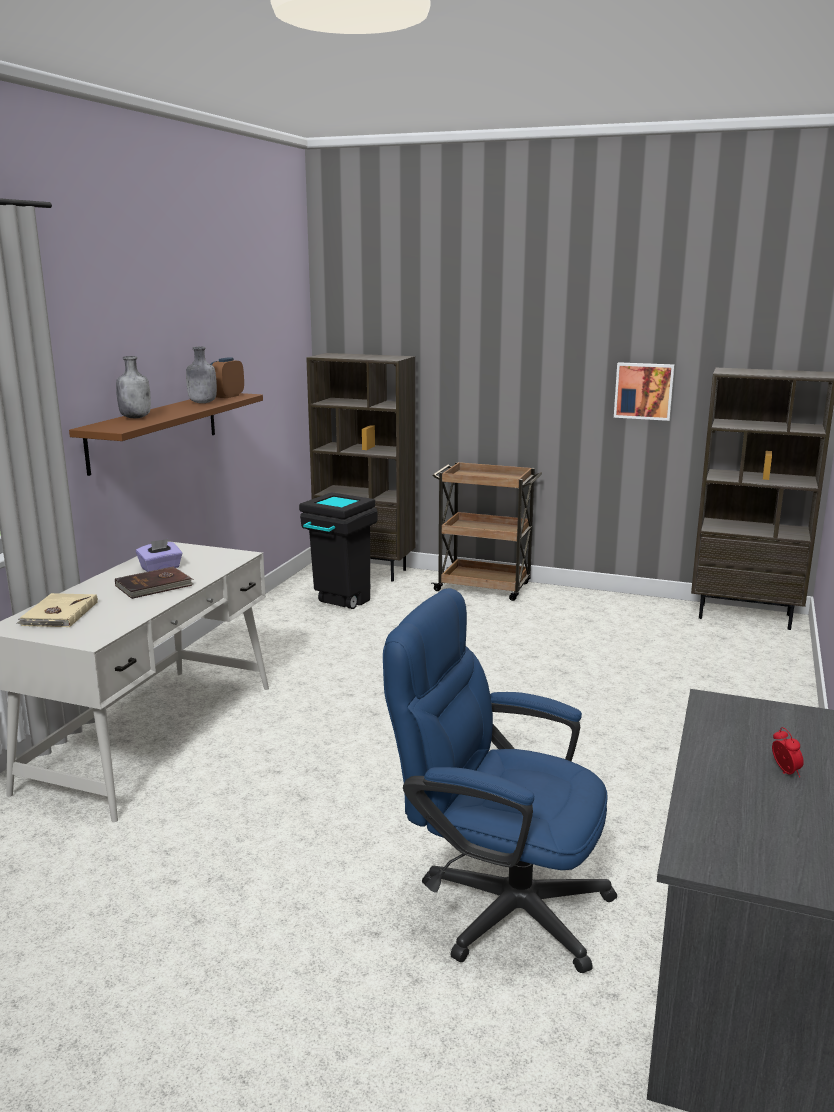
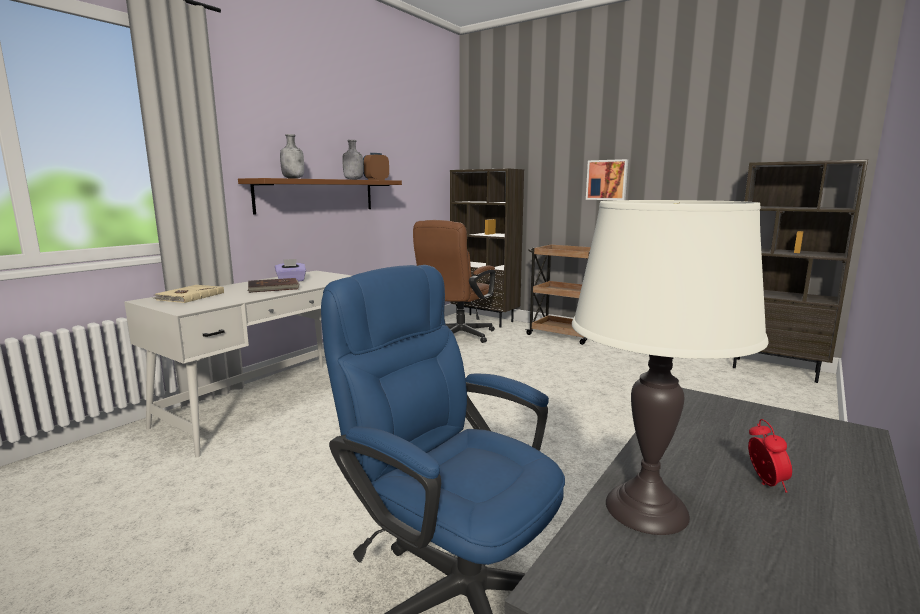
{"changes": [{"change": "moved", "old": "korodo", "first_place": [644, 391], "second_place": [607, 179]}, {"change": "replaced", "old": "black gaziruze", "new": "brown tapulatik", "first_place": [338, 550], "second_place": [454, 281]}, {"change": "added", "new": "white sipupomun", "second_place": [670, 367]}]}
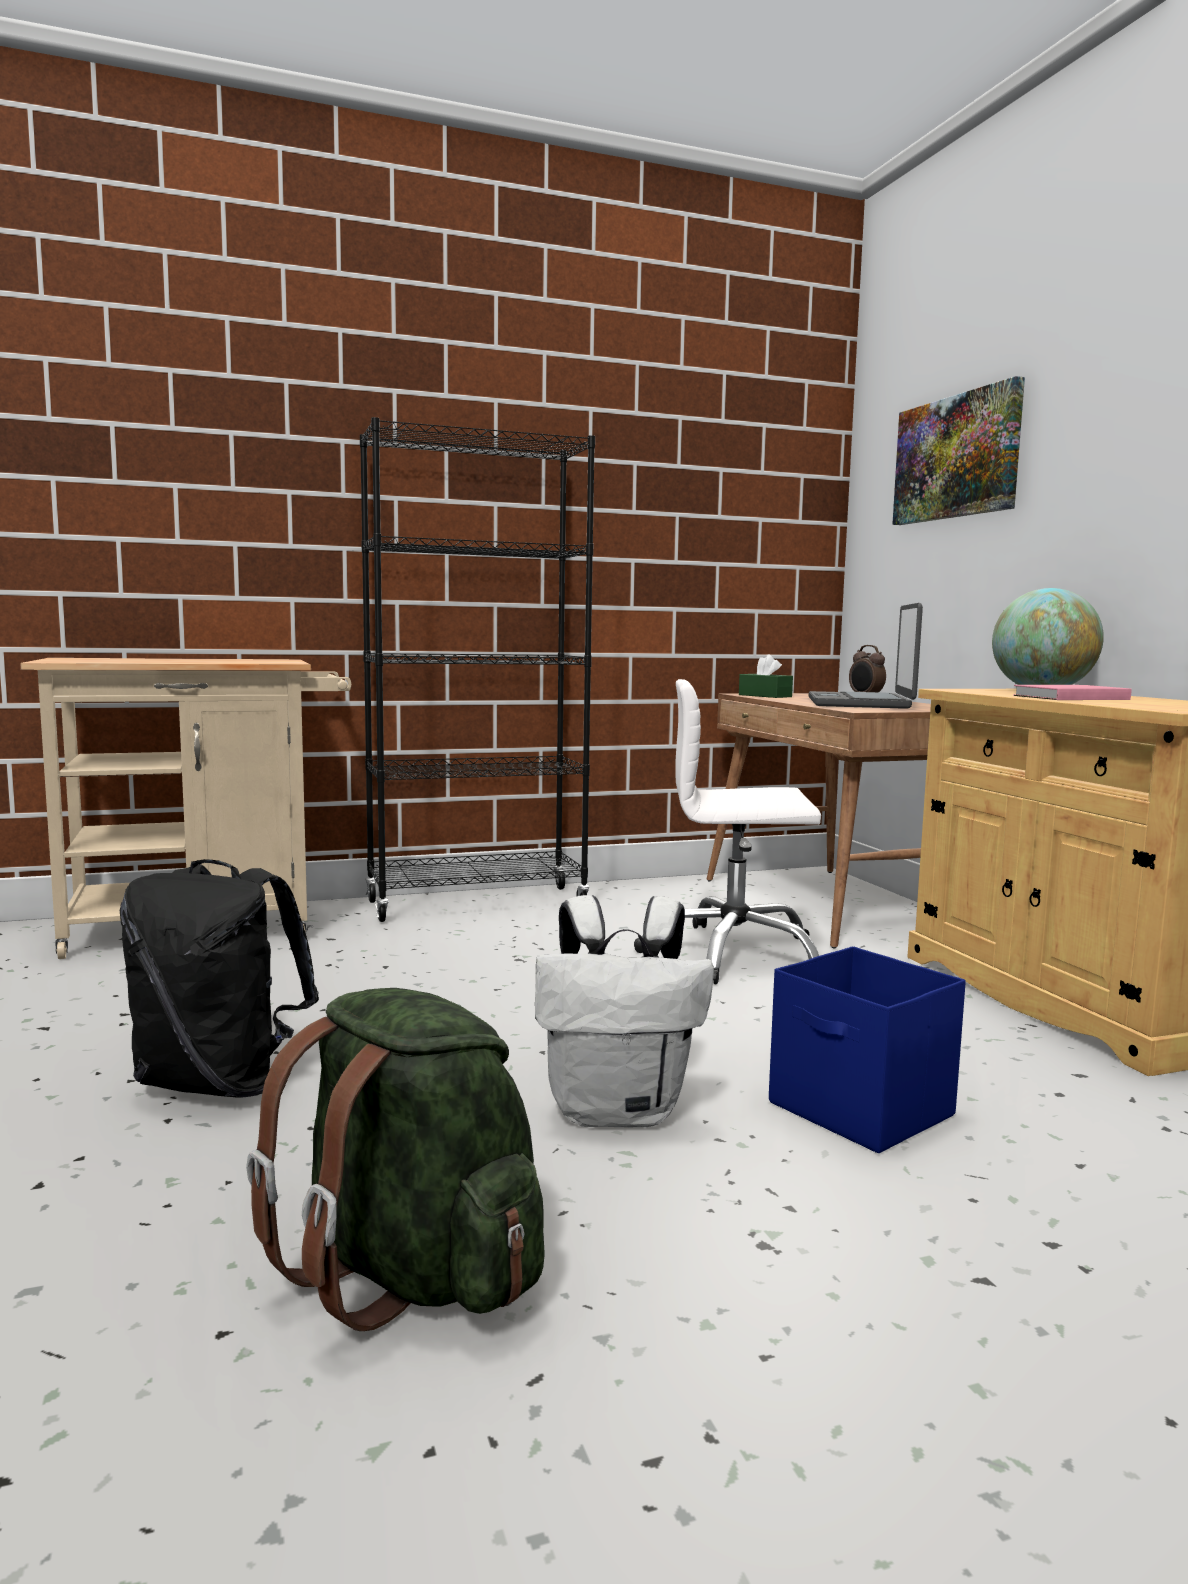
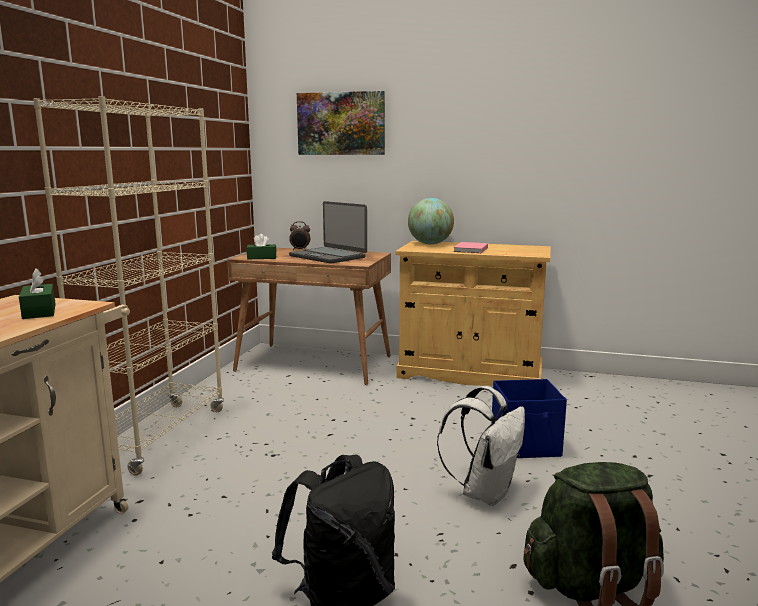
{"changes": [{"change": "recoloured", "old": "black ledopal", "new": "beige ledopal", "first_place": [477, 669], "second_place": [128, 285]}, {"change": "removed", "old": "white tapulatik", "first_place": [727, 831]}, {"change": "added", "new": "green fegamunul", "second_place": [37, 293]}]}
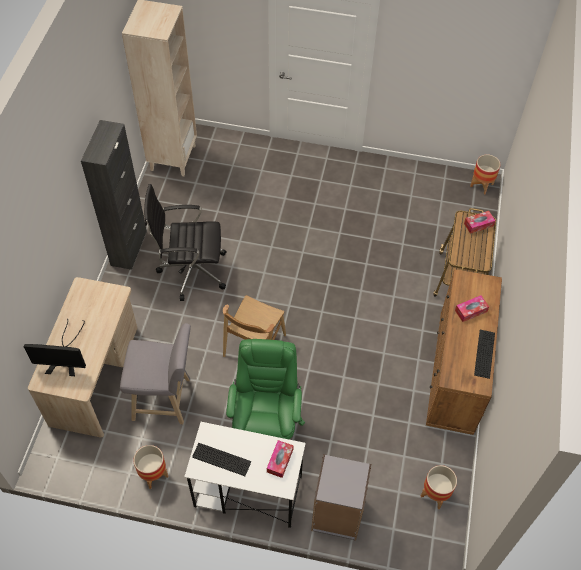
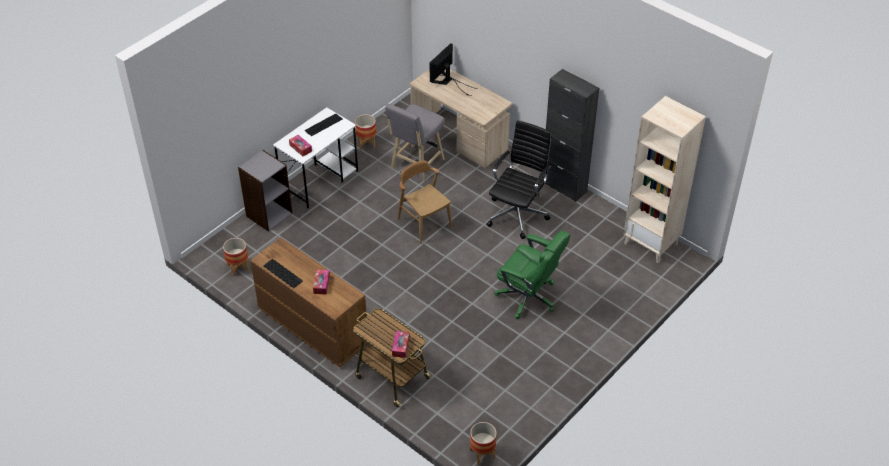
{"changes": [{"change": "moved", "old": "green tapulatik", "first_place": [265, 389], "second_place": [532, 275]}]}
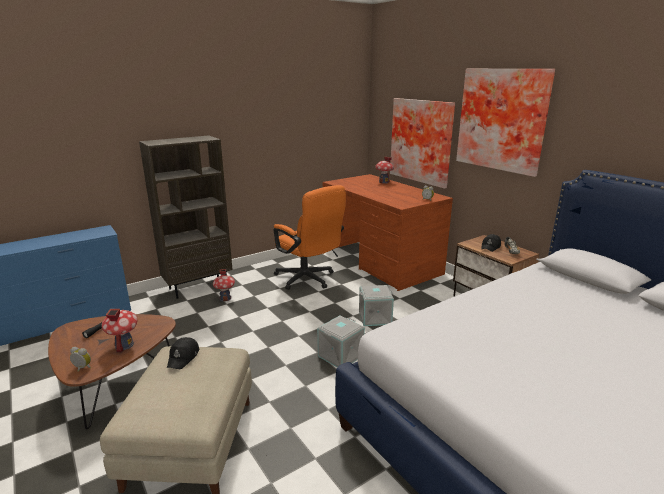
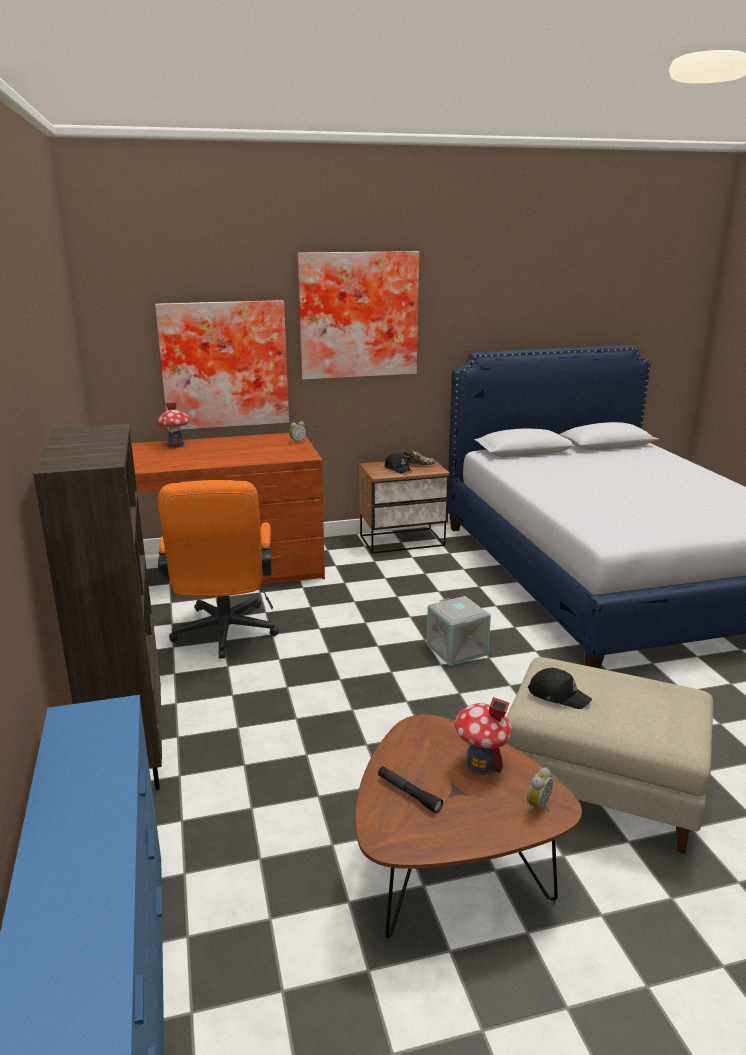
{"changes": [{"change": "turned", "old": "orange tapulatik", "first_place": [310, 237], "second_place": [218, 569], "degrees": 105}, {"change": "removed", "old": "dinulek", "first_place": [224, 285]}, {"change": "removed", "old": "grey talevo", "first_place": [376, 305]}]}
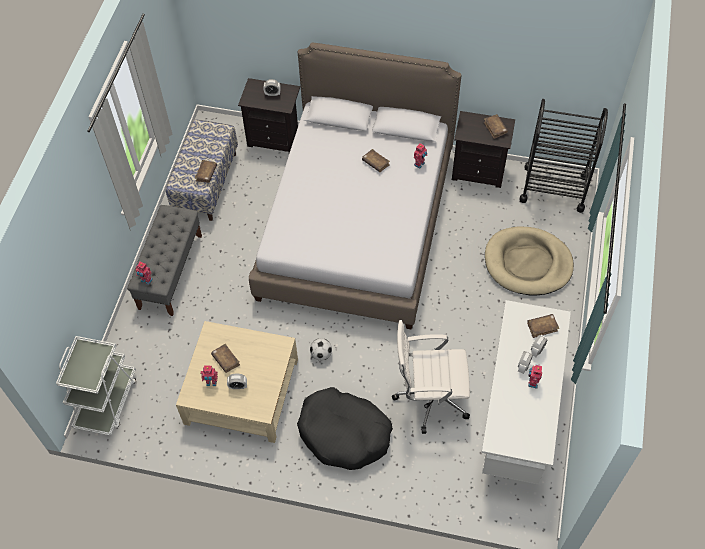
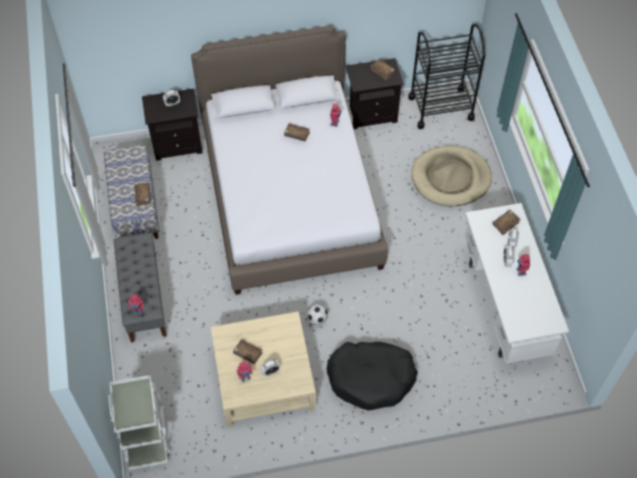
{"changes": [{"change": "removed", "old": "white tapulatik", "first_place": [431, 377]}]}
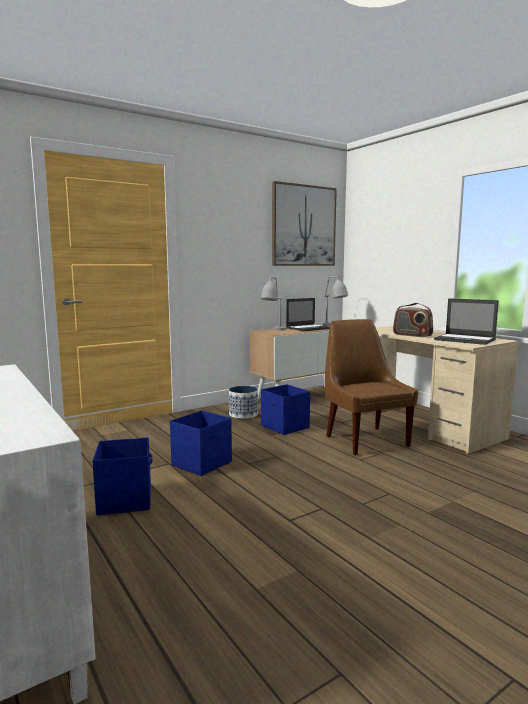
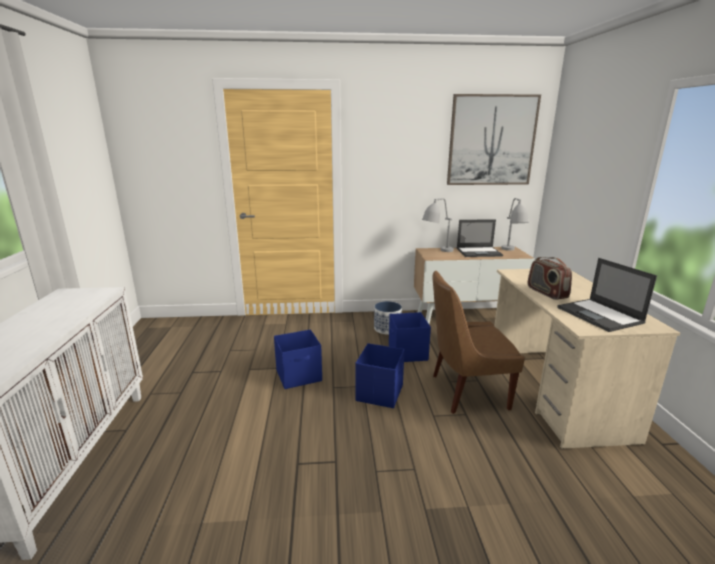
{"changes": [{"change": "turned", "old": "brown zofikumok", "first_place": [371, 387], "second_place": [479, 342], "degrees": -105}, {"change": "moved", "old": "blue talevo", "first_place": [122, 476], "second_place": [380, 375]}]}
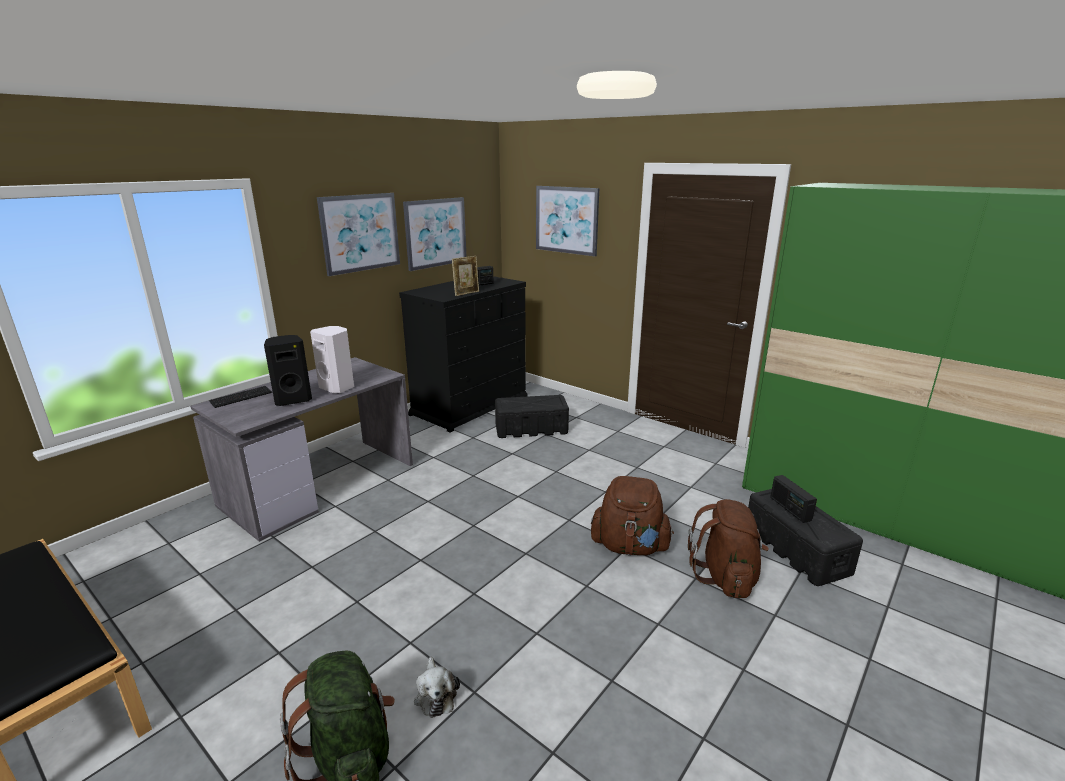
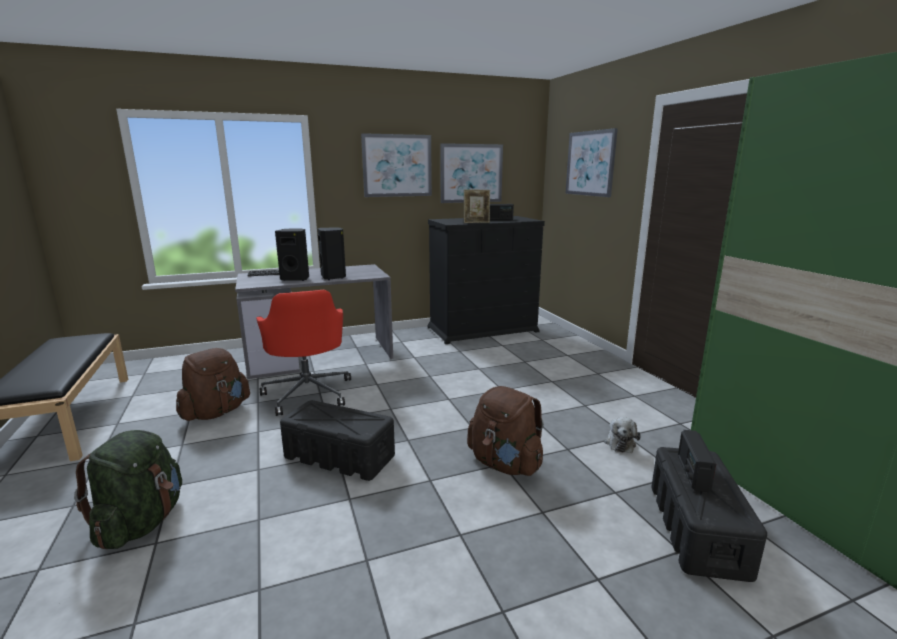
{"changes": [{"change": "recoloured", "old": "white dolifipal", "new": "black dolifipal", "first_place": [332, 360], "second_place": [331, 253]}, {"change": "moved", "old": "black talevo", "first_place": [532, 416], "second_place": [337, 440]}, {"change": "moved", "old": "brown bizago", "first_place": [728, 548], "second_place": [213, 384]}, {"change": "moved", "old": "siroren", "first_place": [437, 687], "second_place": [622, 435]}, {"change": "added", "new": "red tapulatik", "second_place": [303, 353]}]}
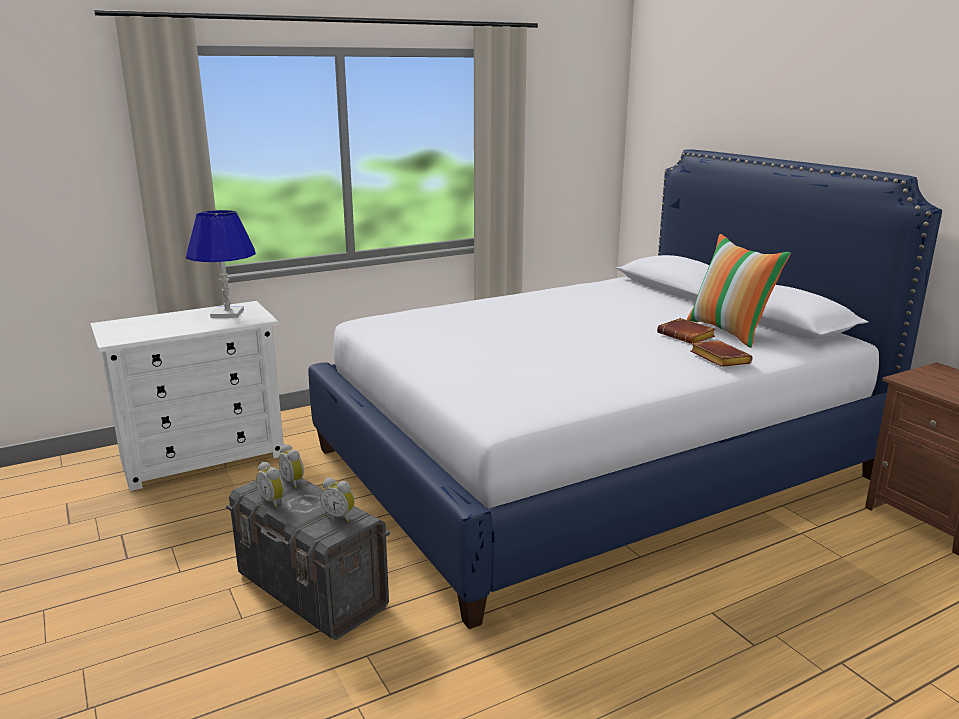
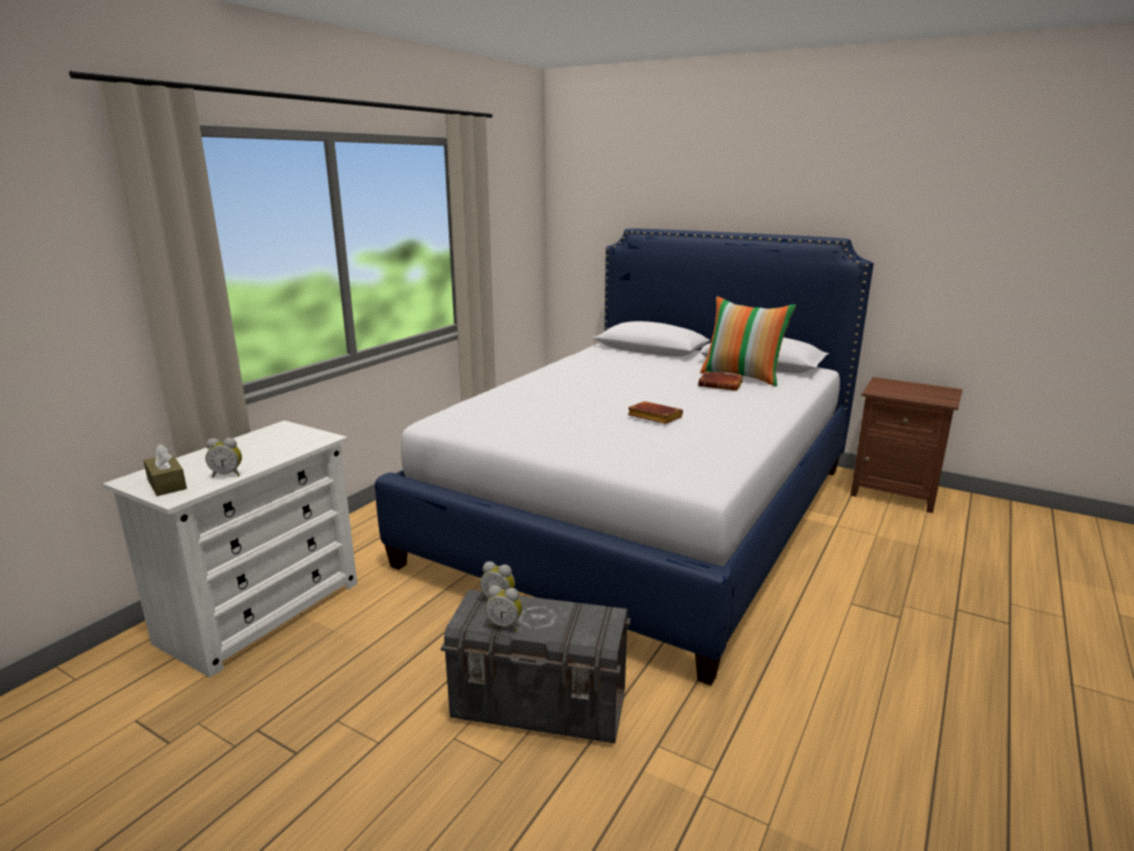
{"changes": [{"change": "removed", "old": "blue sipupomun", "first_place": [221, 264]}, {"change": "moved", "old": "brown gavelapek", "first_place": [721, 354], "second_place": [655, 412]}, {"change": "moved", "old": "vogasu", "first_place": [337, 500], "second_place": [223, 457]}, {"change": "added", "new": "brown fegamunul", "second_place": [165, 470]}]}
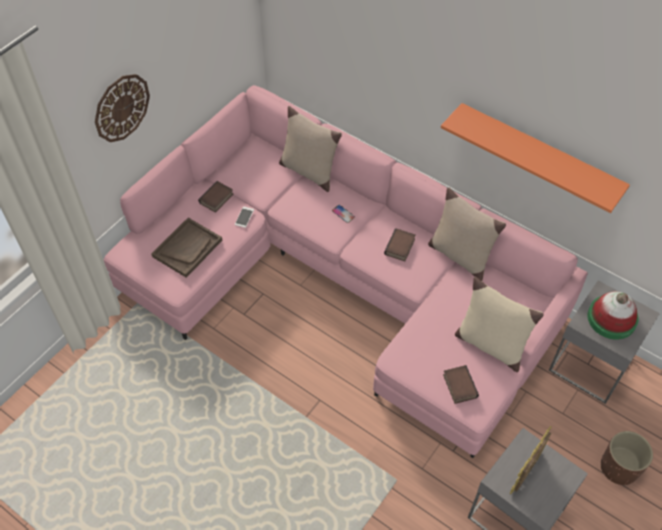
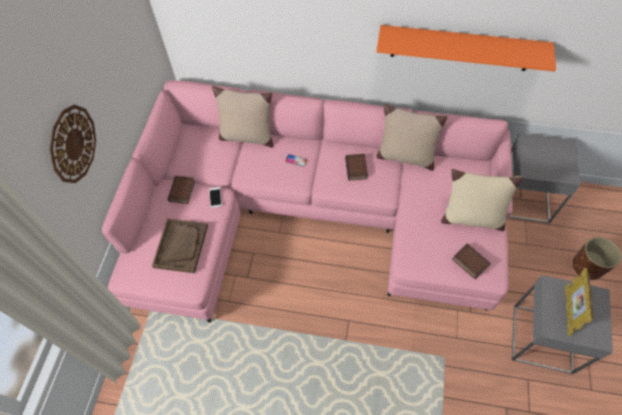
{"changes": [{"change": "removed", "old": "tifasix", "first_place": [613, 315]}]}
